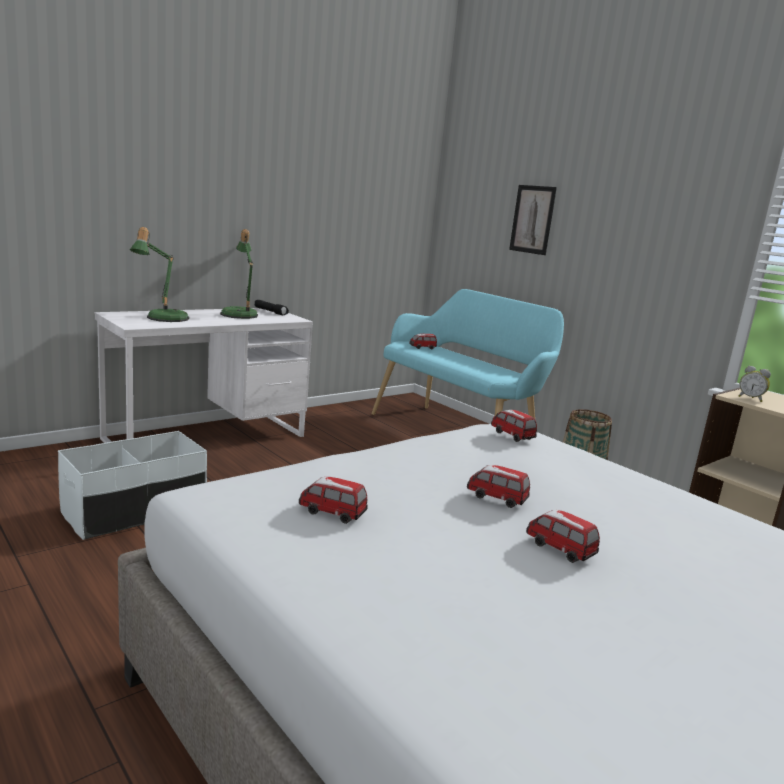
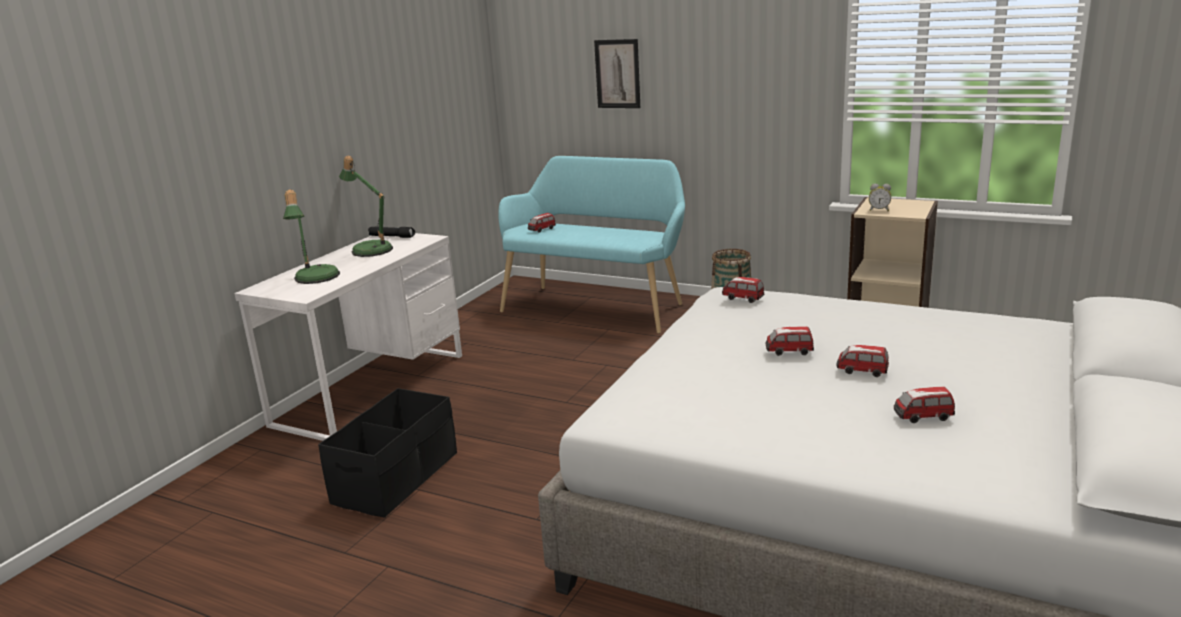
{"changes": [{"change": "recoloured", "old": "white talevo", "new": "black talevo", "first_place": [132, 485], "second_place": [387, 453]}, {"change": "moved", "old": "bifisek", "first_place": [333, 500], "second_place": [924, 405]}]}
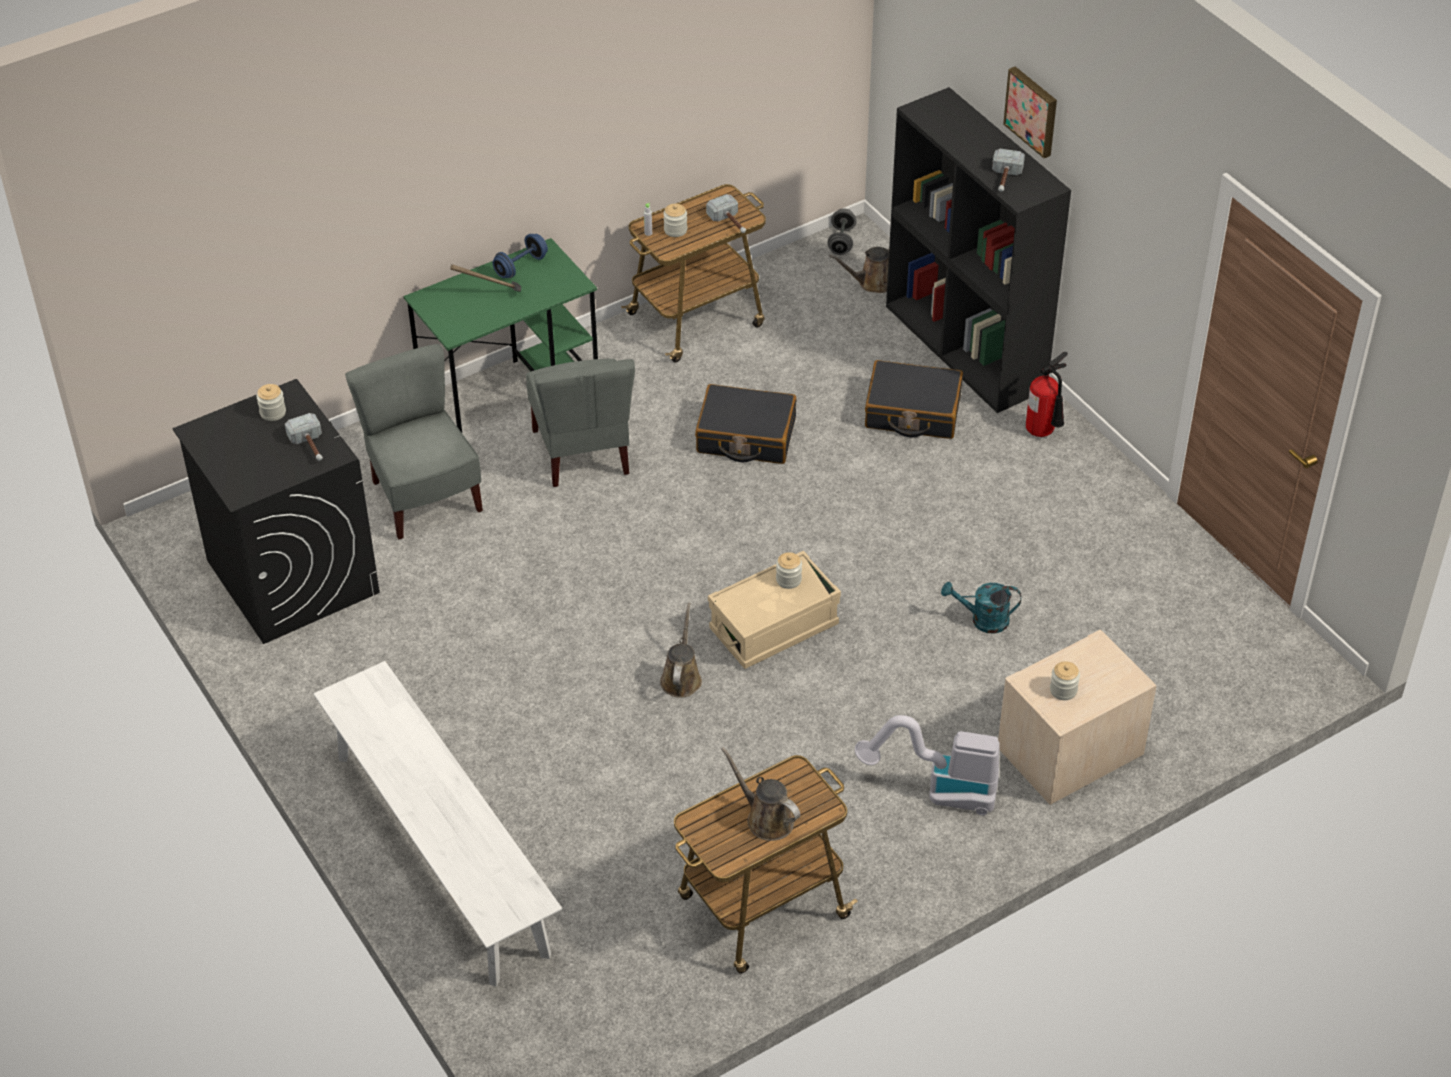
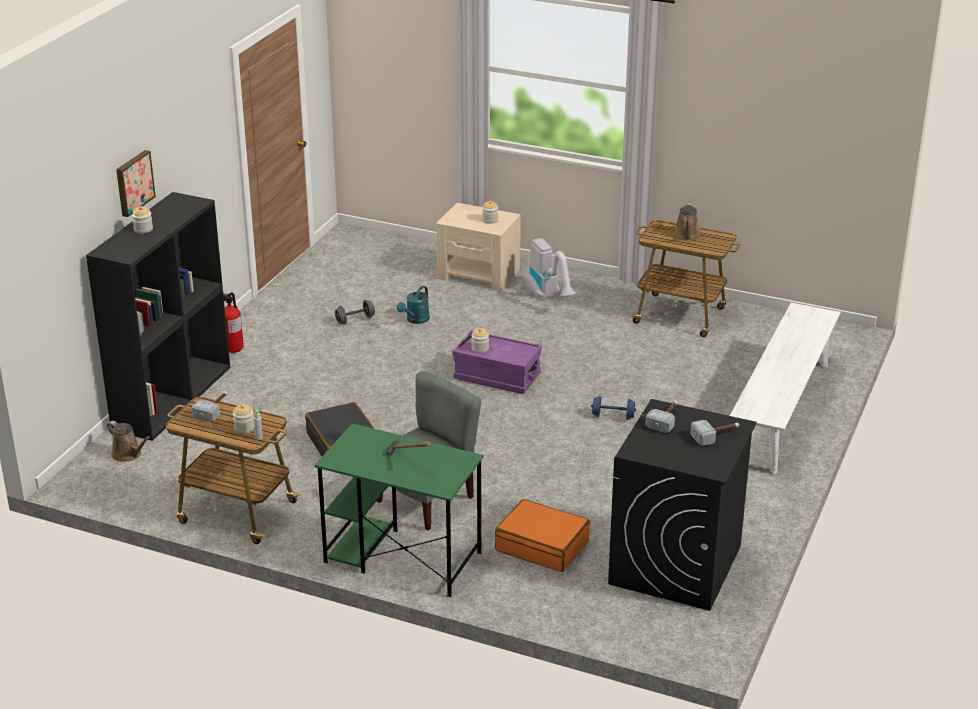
{"changes": [{"change": "moved", "old": "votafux", "first_place": [1008, 170], "second_place": [715, 433]}, {"change": "moved", "old": "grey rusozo", "first_place": [842, 231], "second_place": [355, 312]}, {"change": "moved", "old": "blue rusozo", "first_place": [520, 256], "second_place": [613, 408]}, {"change": "replaced", "old": "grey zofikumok", "new": "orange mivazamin", "first_place": [414, 441], "second_place": [542, 535]}, {"change": "removed", "old": "black mivazamin", "first_place": [914, 399]}, {"change": "moved", "old": "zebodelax", "first_place": [271, 402], "second_place": [142, 219]}, {"change": "recoloured", "old": "beige talevo", "new": "purple talevo", "first_place": [774, 610], "second_place": [497, 362]}, {"change": "turned", "old": "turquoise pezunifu", "first_place": [981, 608], "second_place": [413, 305], "degrees": 60}, {"change": "removed", "old": "brown pezunifu", "first_place": [681, 650]}]}
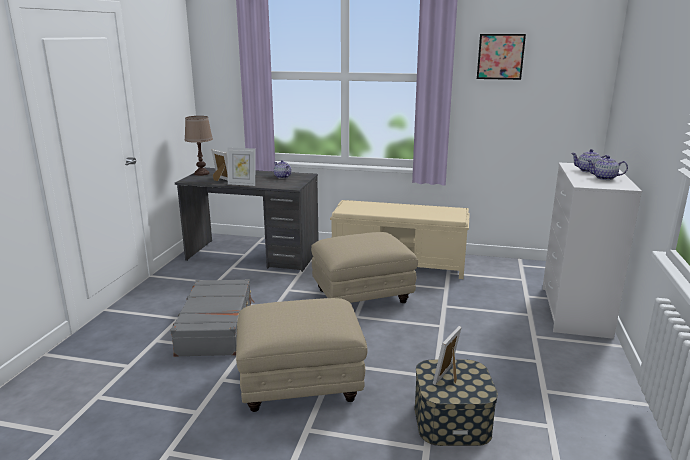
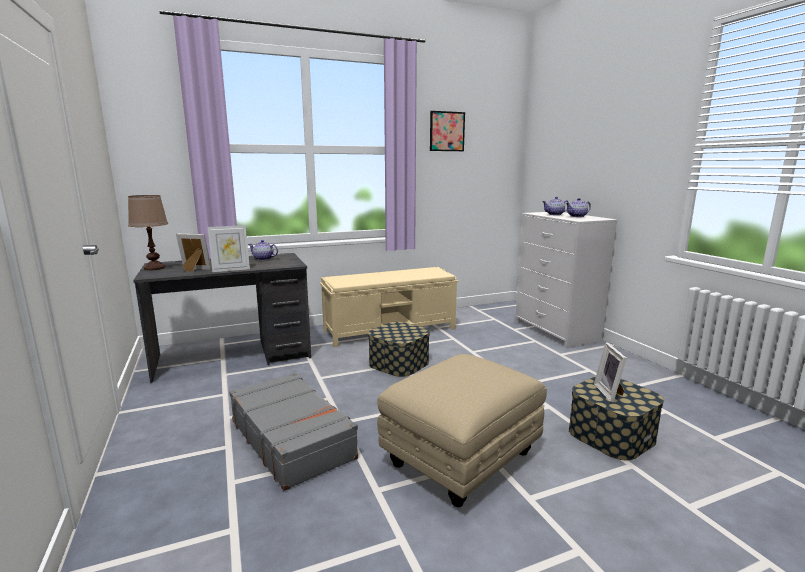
{"changes": [{"change": "replaced", "old": "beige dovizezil", "new": "talevo", "first_place": [364, 267], "second_place": [399, 349]}]}
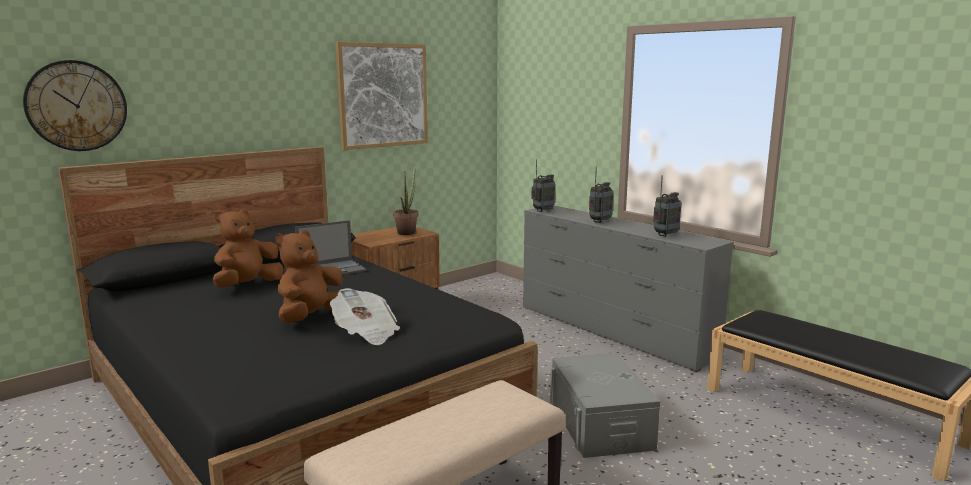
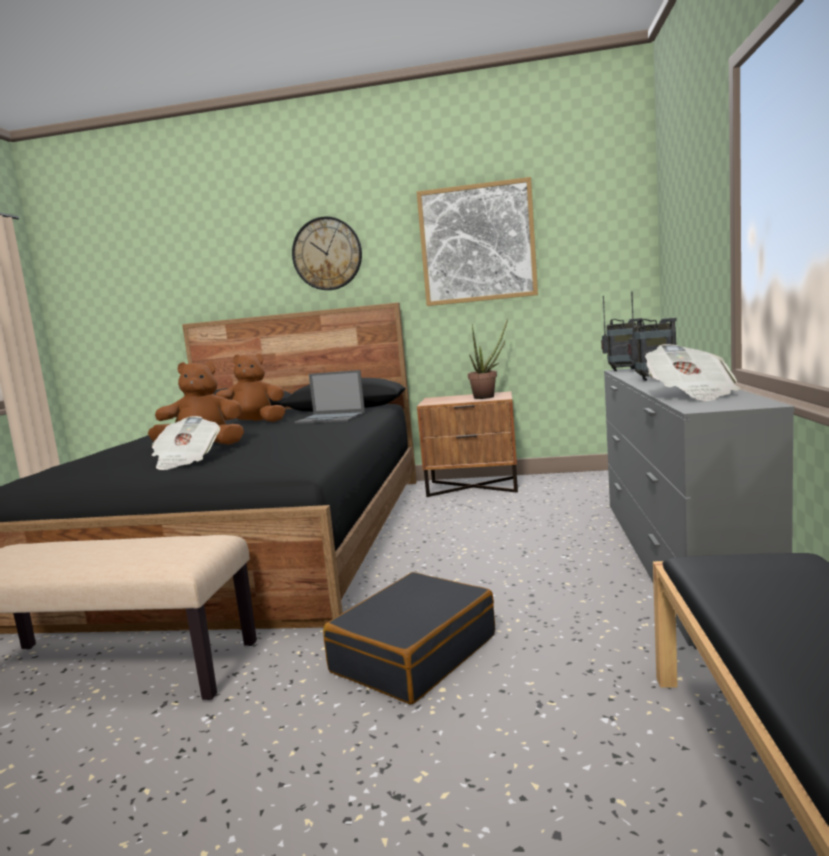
{"changes": [{"change": "moved", "old": "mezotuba", "first_place": [75, 105], "second_place": [327, 253]}, {"change": "replaced", "old": "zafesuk", "new": "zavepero", "first_place": [667, 206], "second_place": [693, 372]}, {"change": "replaced", "old": "grey talevo", "new": "black mivazamin", "first_place": [605, 405], "second_place": [409, 638]}]}
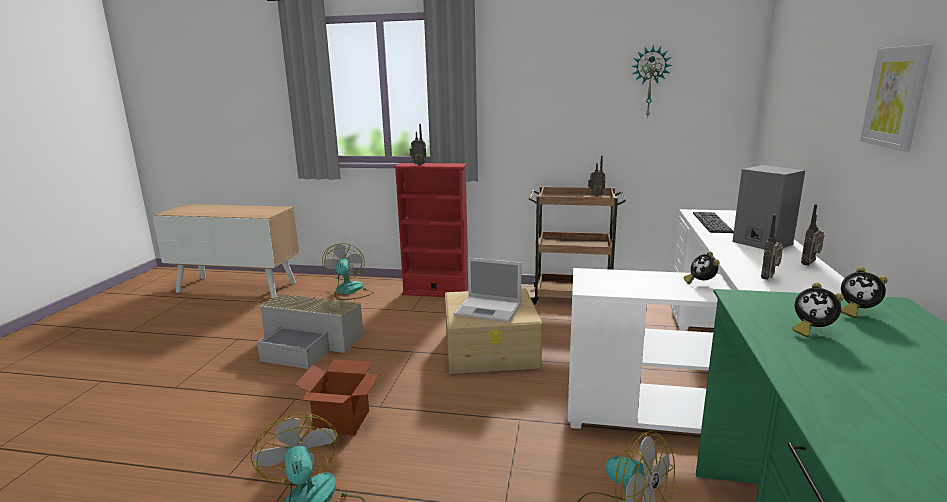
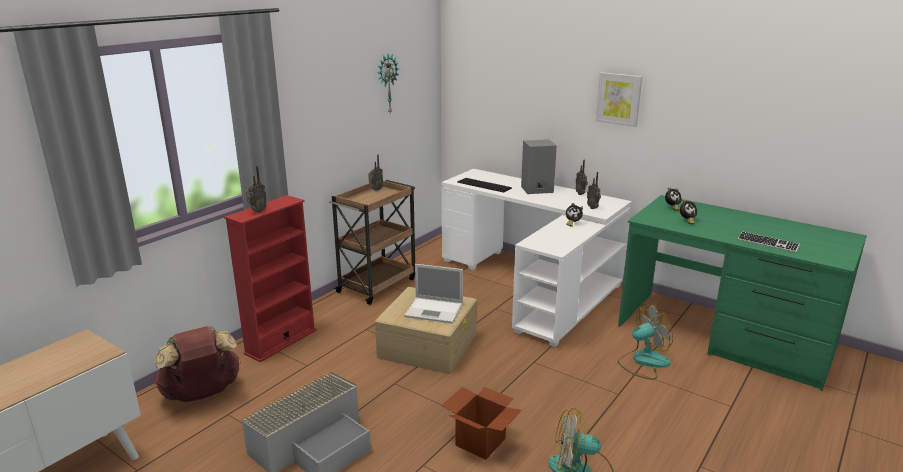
{"changes": [{"change": "replaced", "old": "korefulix", "new": "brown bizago", "first_place": [348, 271], "second_place": [197, 364]}, {"change": "turned", "old": "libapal", "first_place": [487, 289], "second_place": [433, 294], "degrees": 60}, {"change": "added", "new": "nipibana", "second_place": [768, 241]}]}
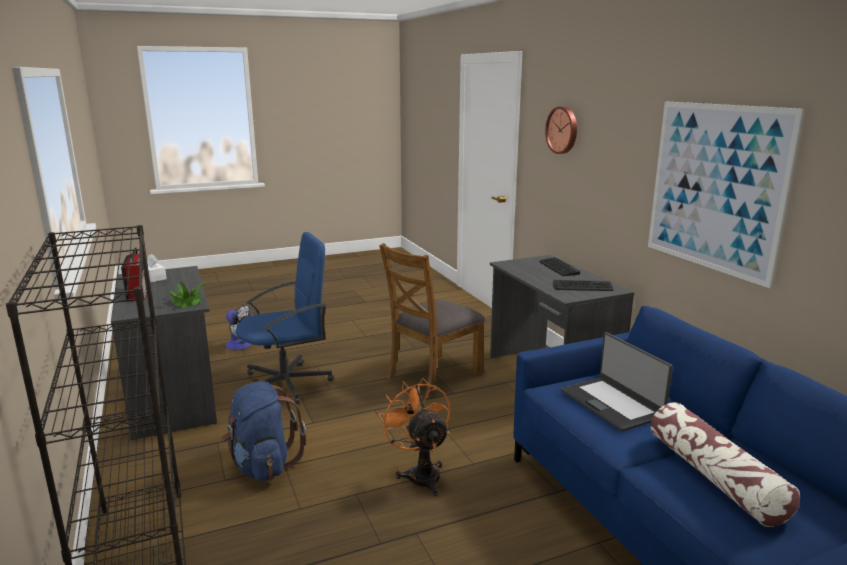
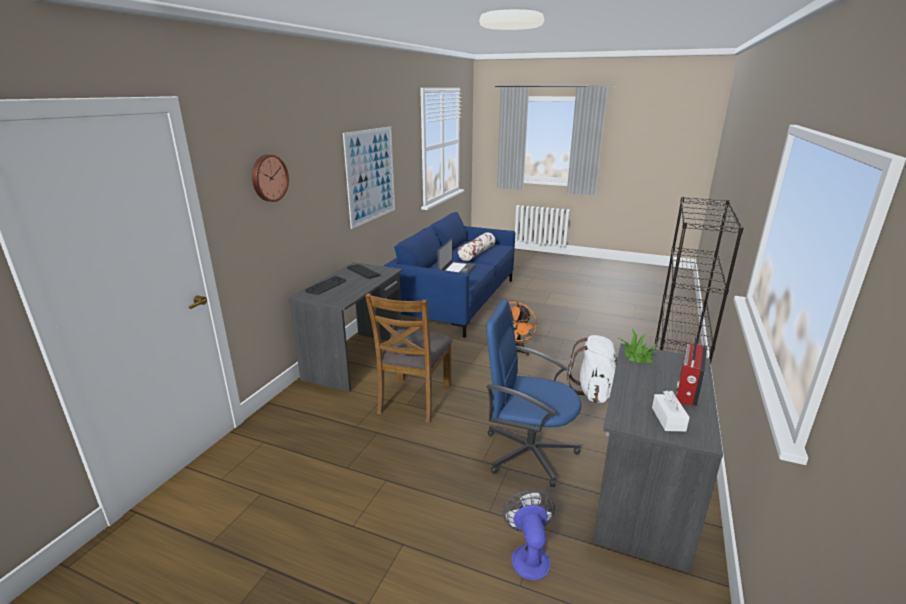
{"changes": [{"change": "turned", "old": "brown zofikumok", "first_place": [432, 320], "second_place": [409, 358], "degrees": 105}, {"change": "recoloured", "old": "blue bizago", "new": "white bizago", "first_place": [263, 431], "second_place": [592, 369]}]}
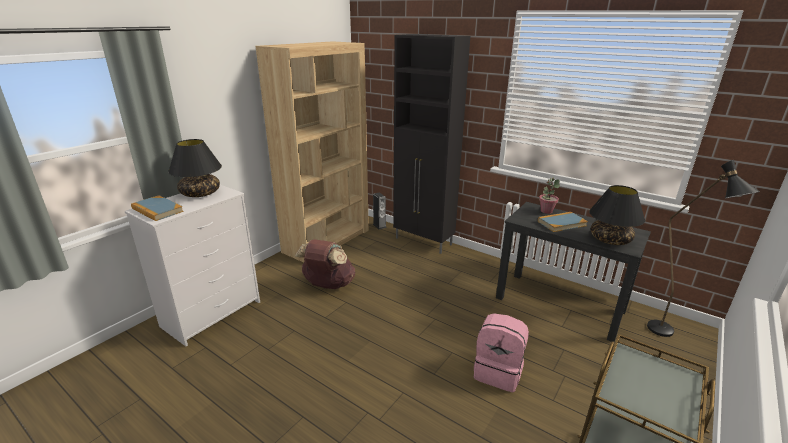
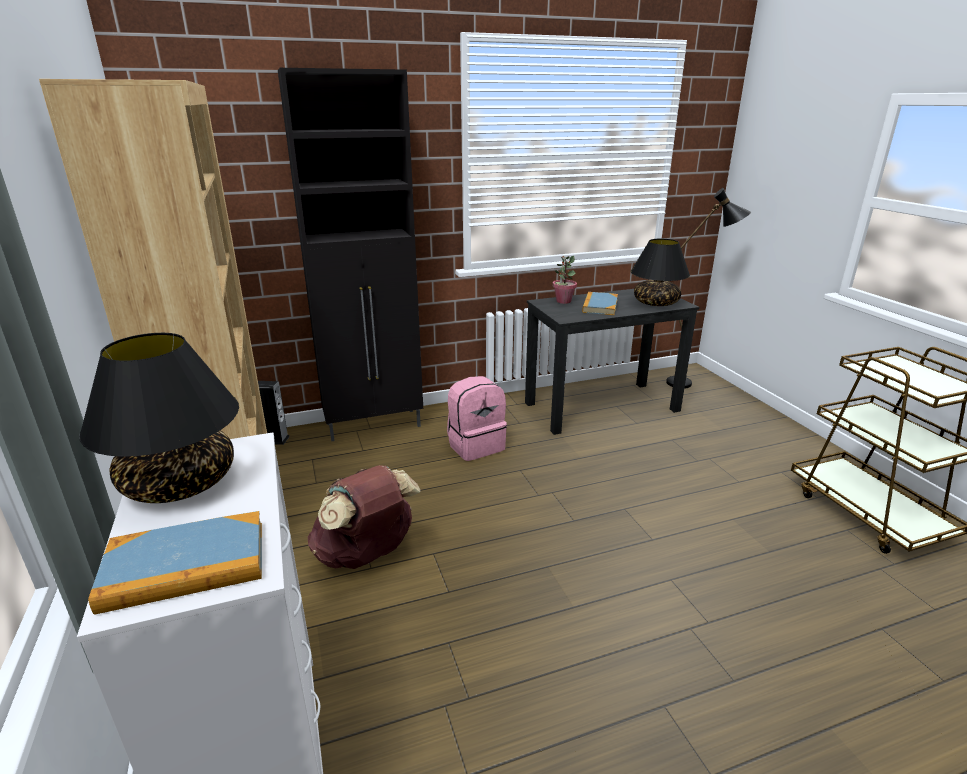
{"changes": [{"change": "moved", "old": "pink bizago", "first_place": [501, 352], "second_place": [477, 418]}]}
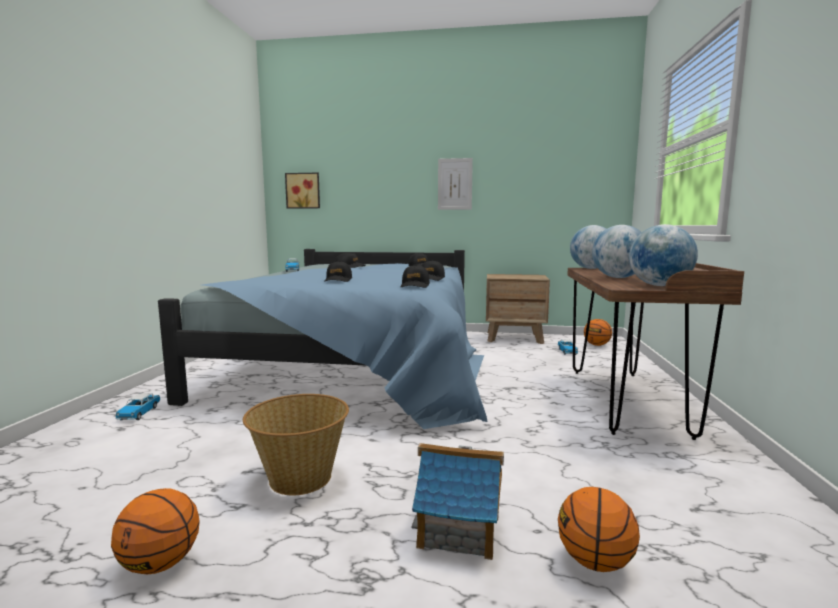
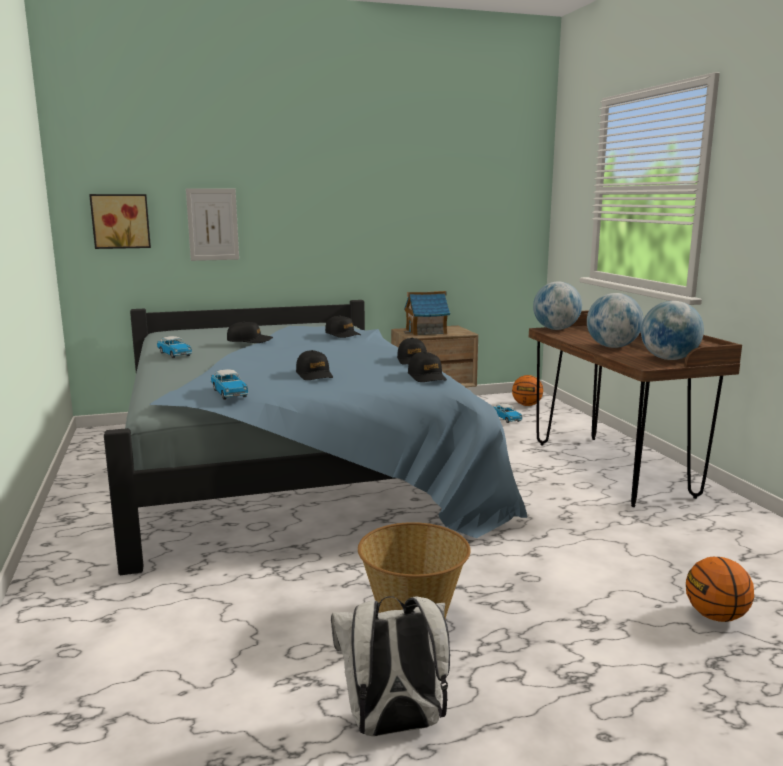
{"changes": [{"change": "moved", "old": "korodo", "first_place": [455, 184], "second_place": [212, 224]}, {"change": "moved", "old": "bifisek", "first_place": [138, 406], "second_place": [230, 384]}, {"change": "moved", "old": "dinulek", "first_place": [458, 501], "second_place": [427, 313]}, {"change": "replaced", "old": "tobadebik", "new": "white bizago", "first_place": [155, 531], "second_place": [390, 666]}]}
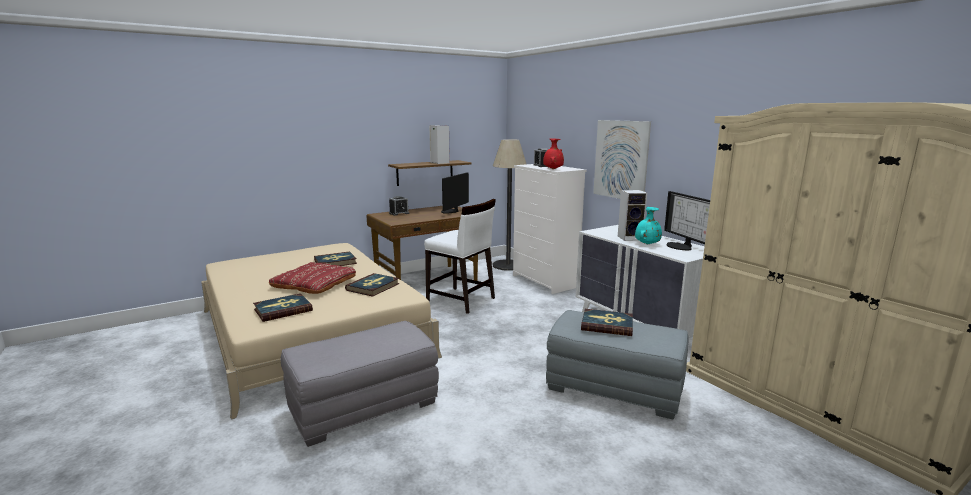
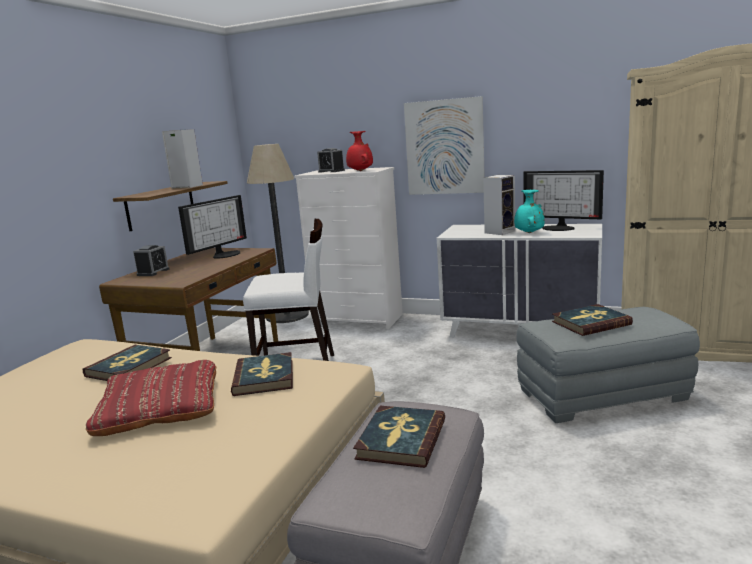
{"changes": [{"change": "turned", "old": "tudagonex", "first_place": [455, 193], "second_place": [212, 227], "degrees": -135}, {"change": "moved", "old": "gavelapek", "first_place": [283, 307], "second_place": [399, 437]}]}
